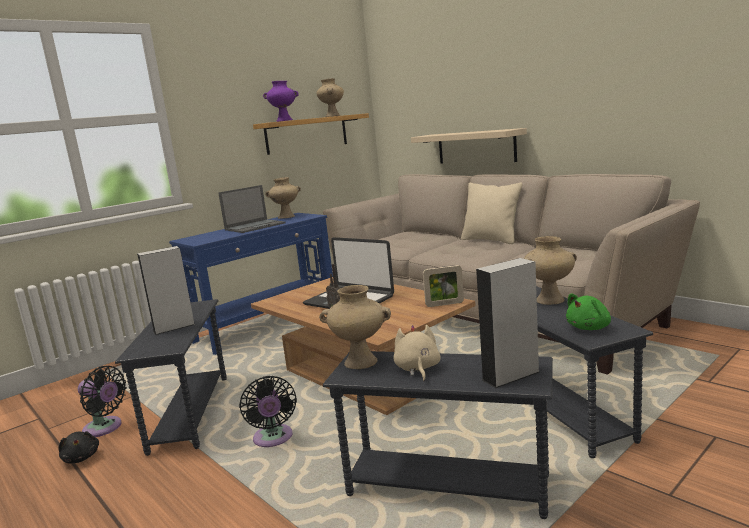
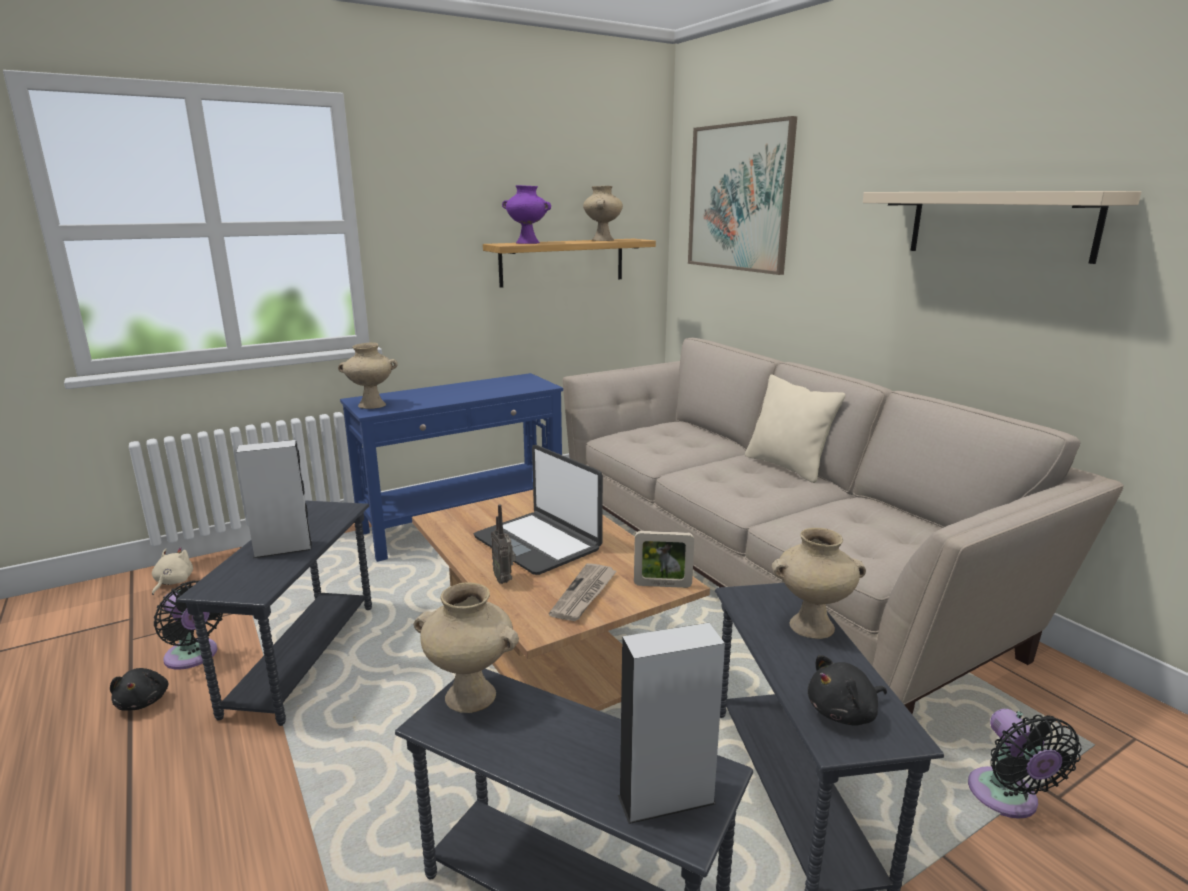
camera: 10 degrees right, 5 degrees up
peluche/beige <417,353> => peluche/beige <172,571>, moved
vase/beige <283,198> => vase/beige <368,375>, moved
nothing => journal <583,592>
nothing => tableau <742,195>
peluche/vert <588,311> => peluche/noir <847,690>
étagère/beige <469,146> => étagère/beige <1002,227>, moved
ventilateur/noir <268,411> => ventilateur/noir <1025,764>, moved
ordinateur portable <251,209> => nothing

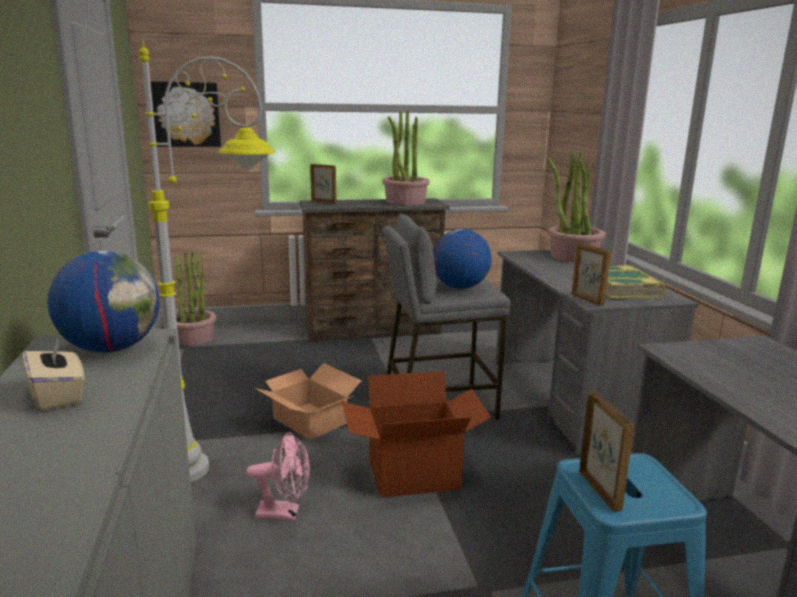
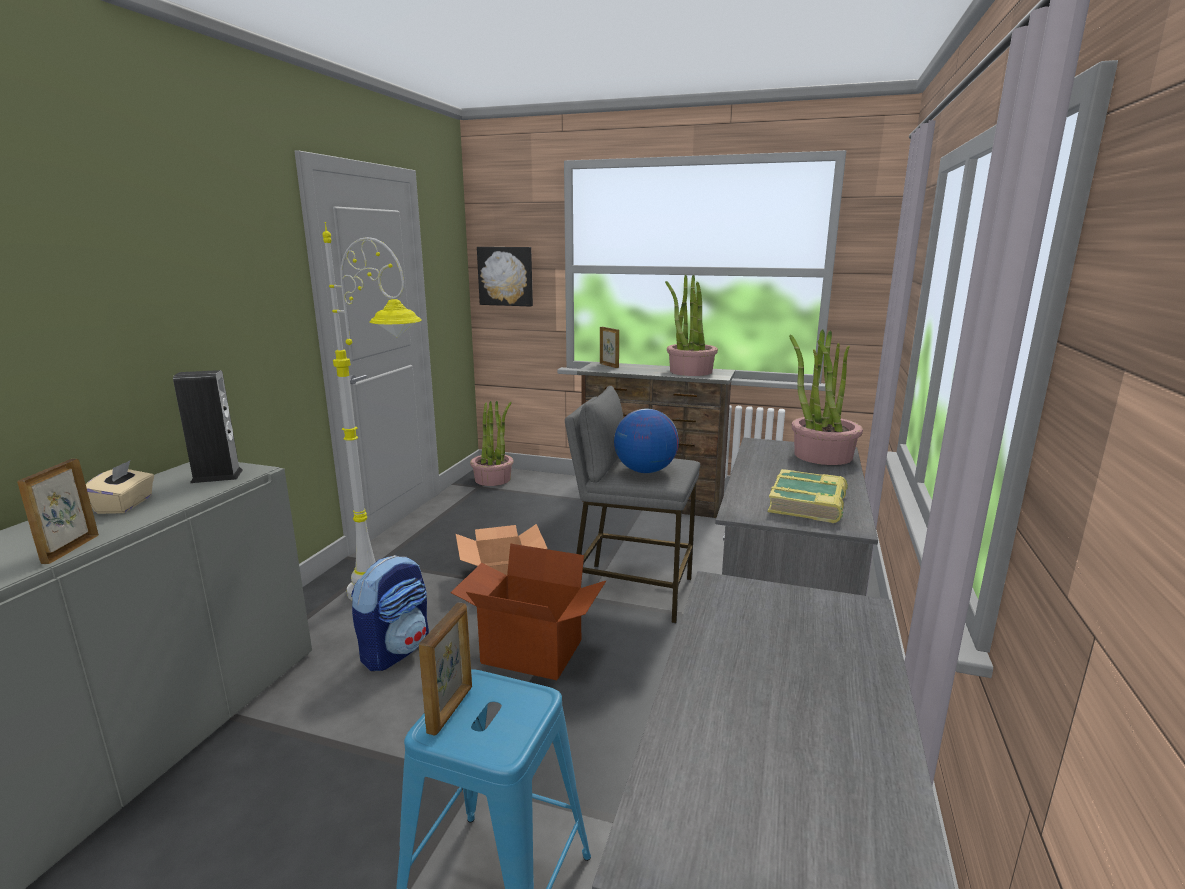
camera: 30 degrees right, 0 degrees up
cadre photo <591,274> => cadre photo <58,511>, moved
globe <103,302> => enceinte <208,426>
ventilateur/rose <278,476> => sac à dos <390,613>

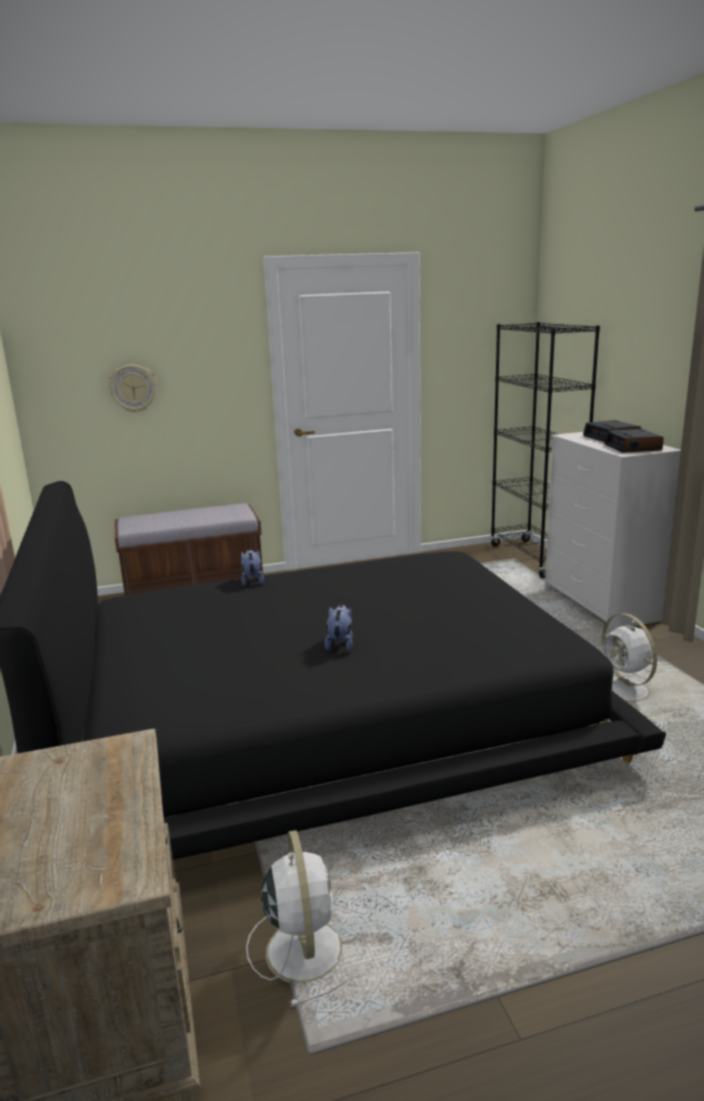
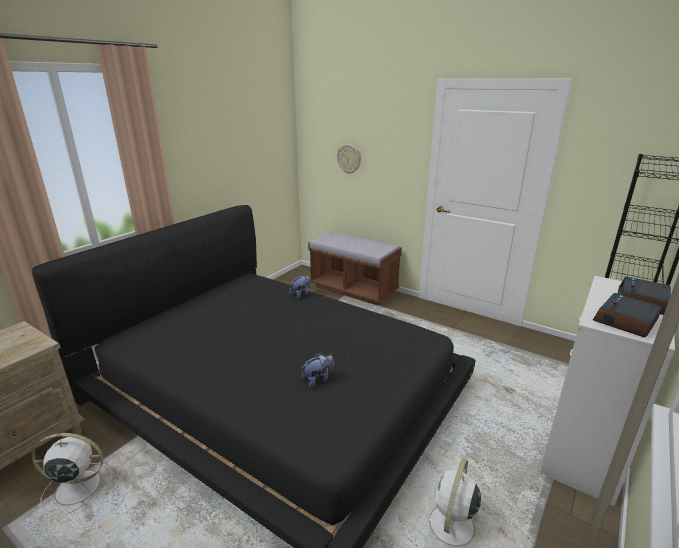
camera: 50 degrees right, 5 degrees up
ventilateur/blanc <302,918> => ventilateur/blanc <72,474>, 135 degrees counterclockwise
peluche <339,627> => peluche <317,370>, moved

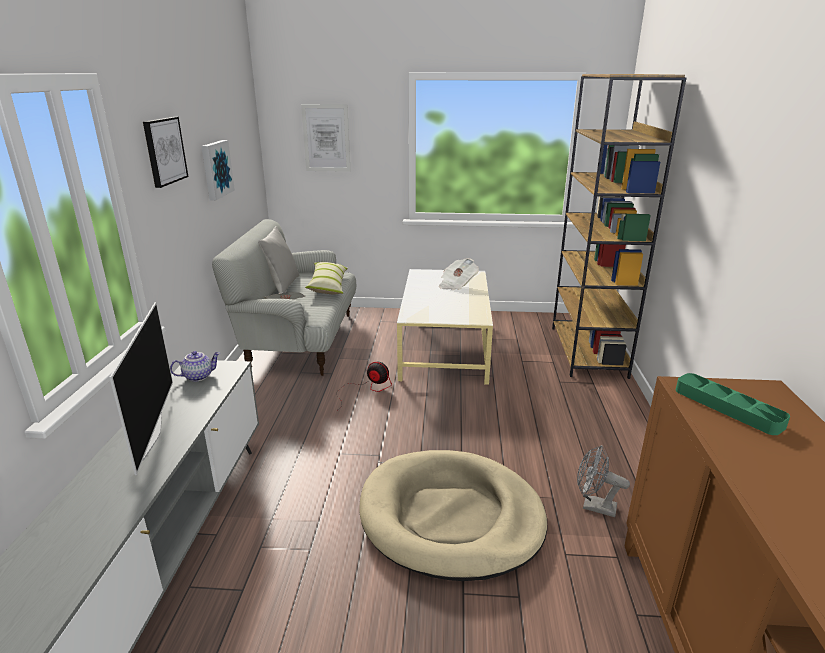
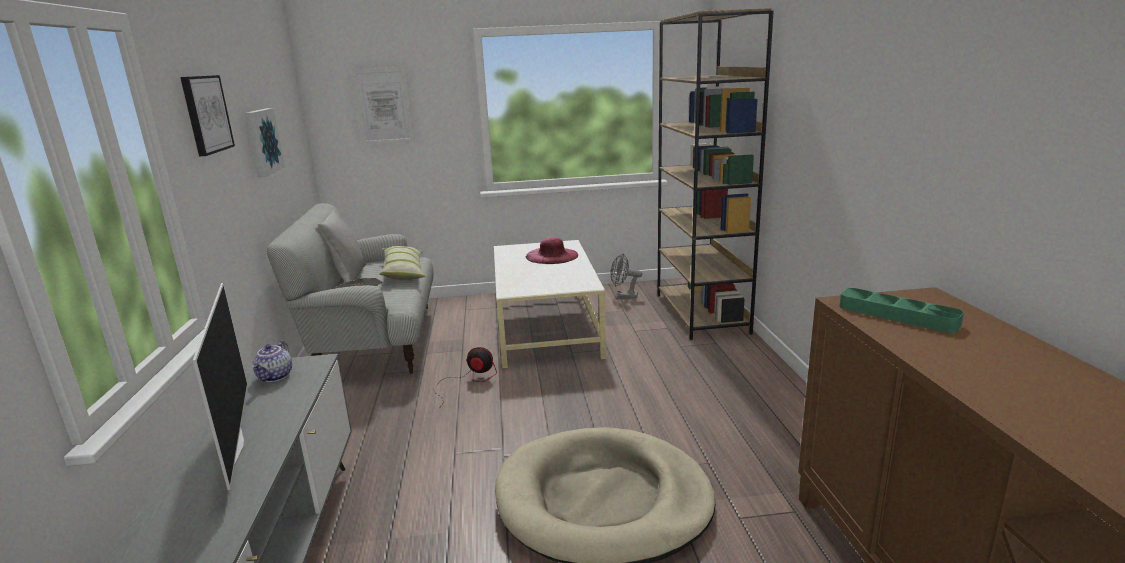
camera: 10 degrees left, 5 degrees down
théière <195,366> => théière <272,361>, 135 degrees clockwise
journal <459,274> => chapeau/rose <552,250>
ventilateur/gris <603,481> => ventilateur/gris <626,275>, moved

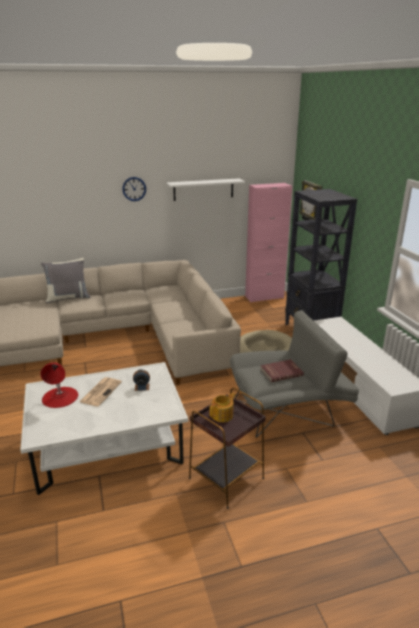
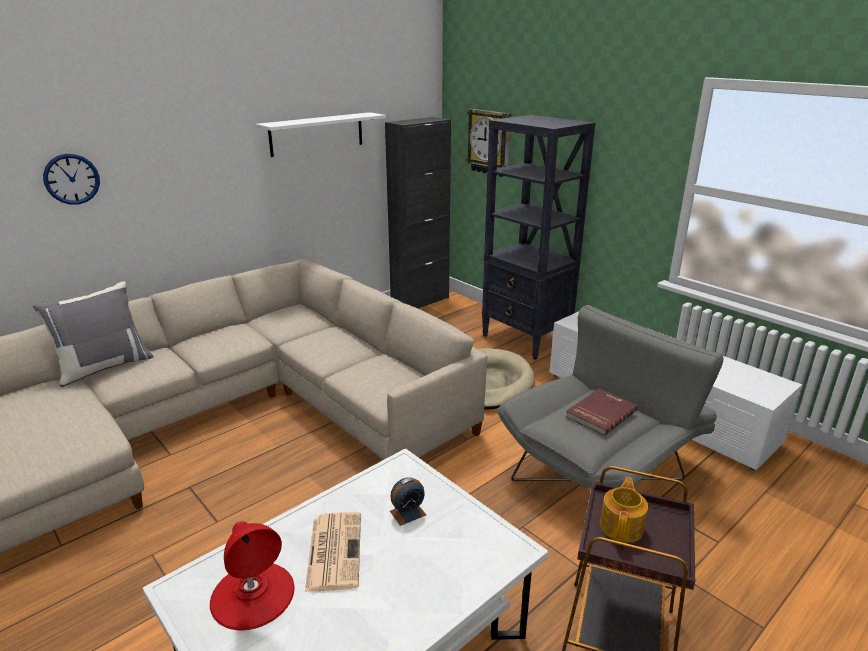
camera: 25 degrees left, 0 degrees up
horloge murale <134,189> => horloge murale <71,179>, moved
meuble de rangement/rose <268,243> => meuble de rangement/noir <418,212>

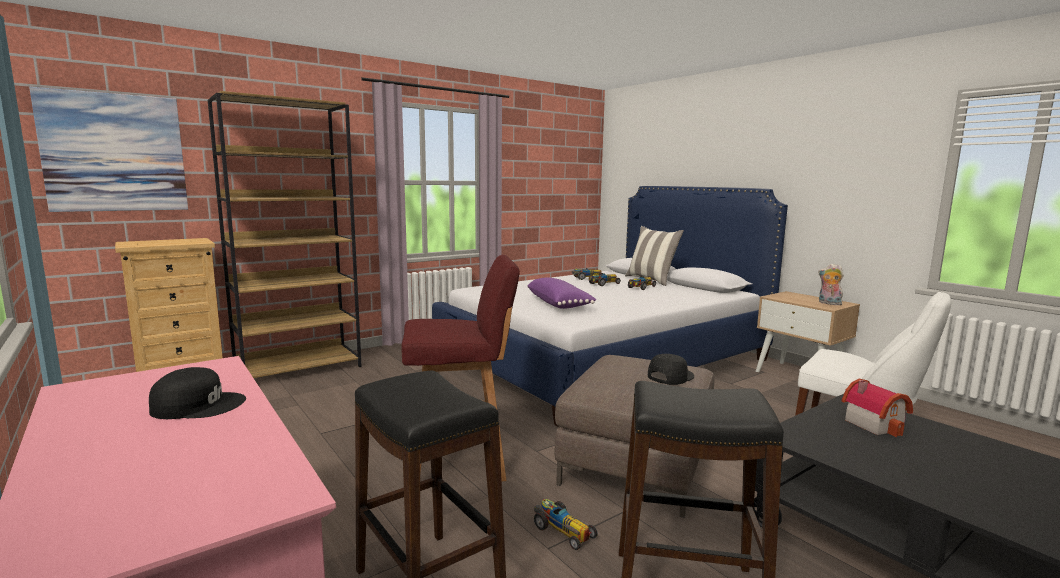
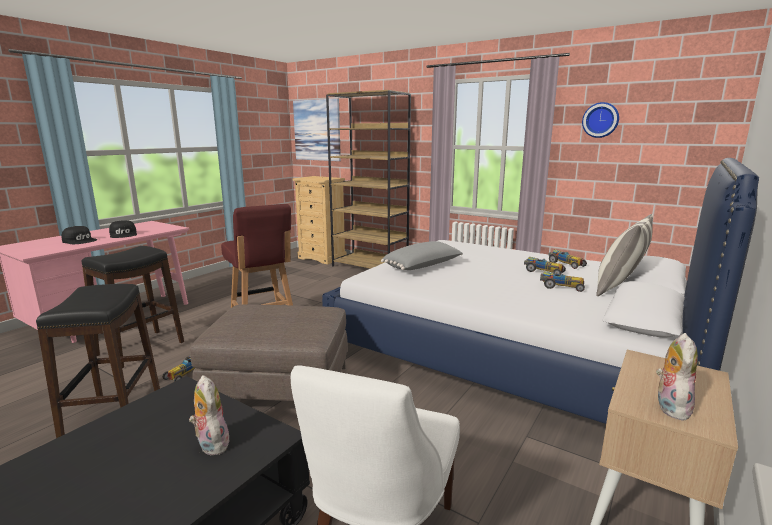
camera: 70 degrees right, 5 degrees up
casquette/noir <671,369> => casquette/noir <79,235>, moved
maison miniature <877,408> => peluche <209,415>
coussin/violet <561,293> => coussin/gris <422,255>
nothing => horloge murale <600,120>

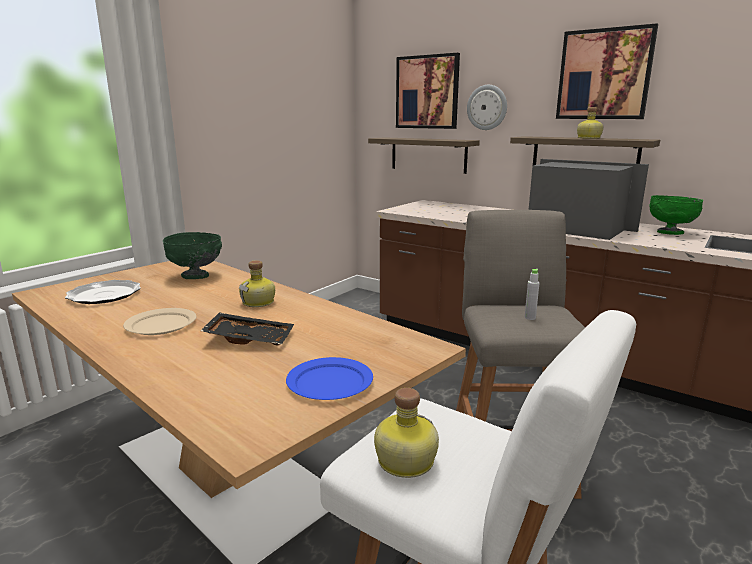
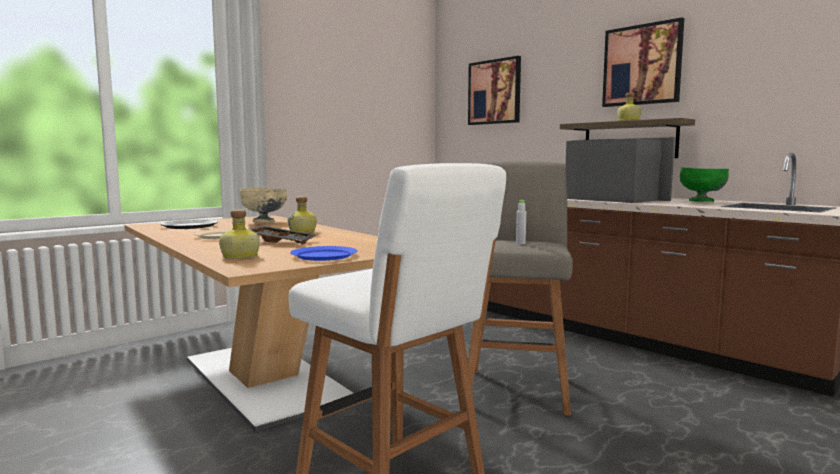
camera: 10 degrees right, 10 degrees down
bouteille <406,433> => bouteille <239,234>, moved
bol/vert <192,255> => bol/beige <263,205>
étagère <424,155> => nothing
horloge murale <487,107> => nothing

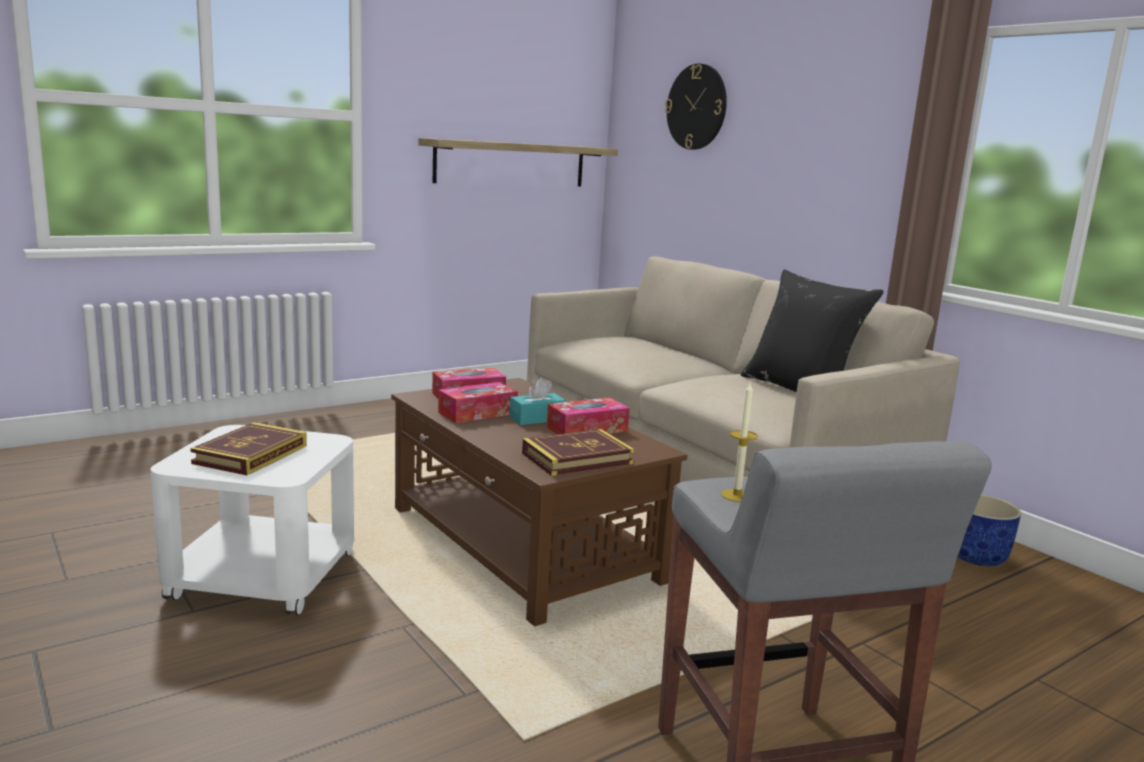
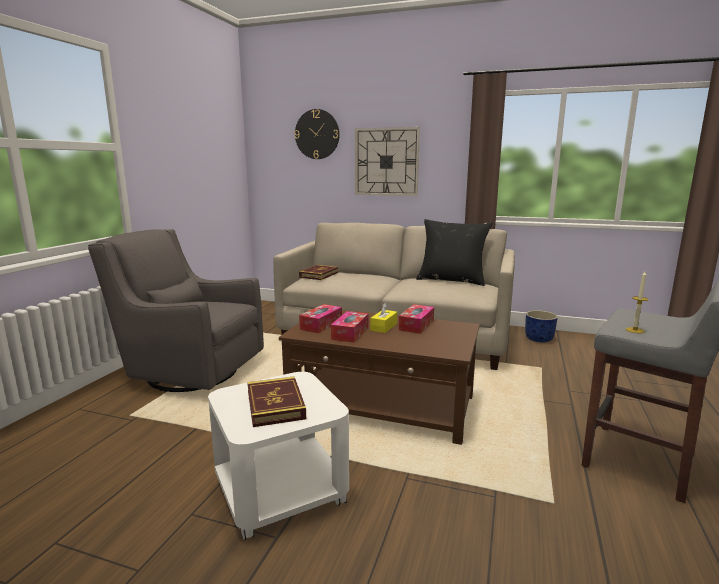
camera: 35 degrees left, 0 degrees up
nothing => fauteuil/gris <176,310>
livre <578,452> => livre <319,272>, moved
nothing => horloge murale <387,161>
boîte à mouchoirs/turquoise <538,402> => boîte à mouchoirs/jaune <383,317>
étagère <518,162> => nothing

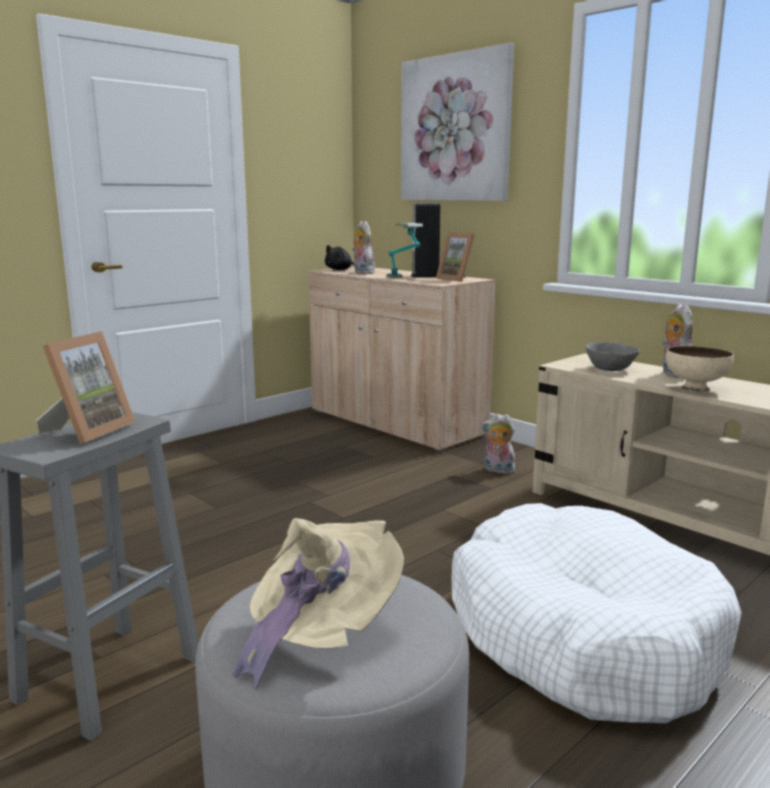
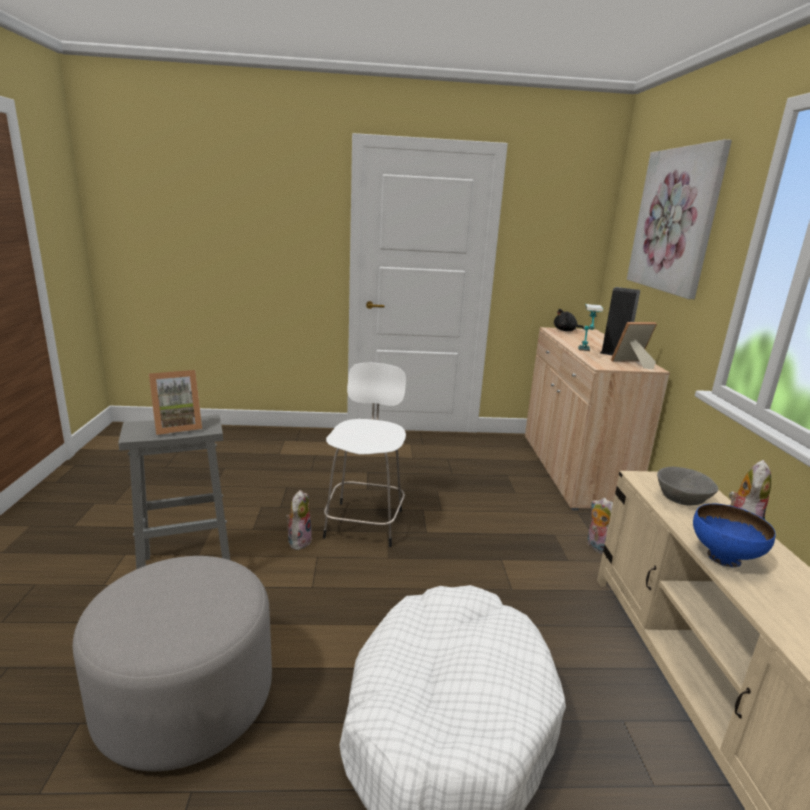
camera: 40 degrees right, 5 degrees up
peluche <363,247> => peluche <299,520>, moved
nothing => tabouret/blanc <364,455>
cadre photo <455,257> => cadre photo <634,345>, 75 degrees clockwise
bol/beige <700,369> => bol/bleu <734,535>
chapeau/beige <318,604> => nothing

